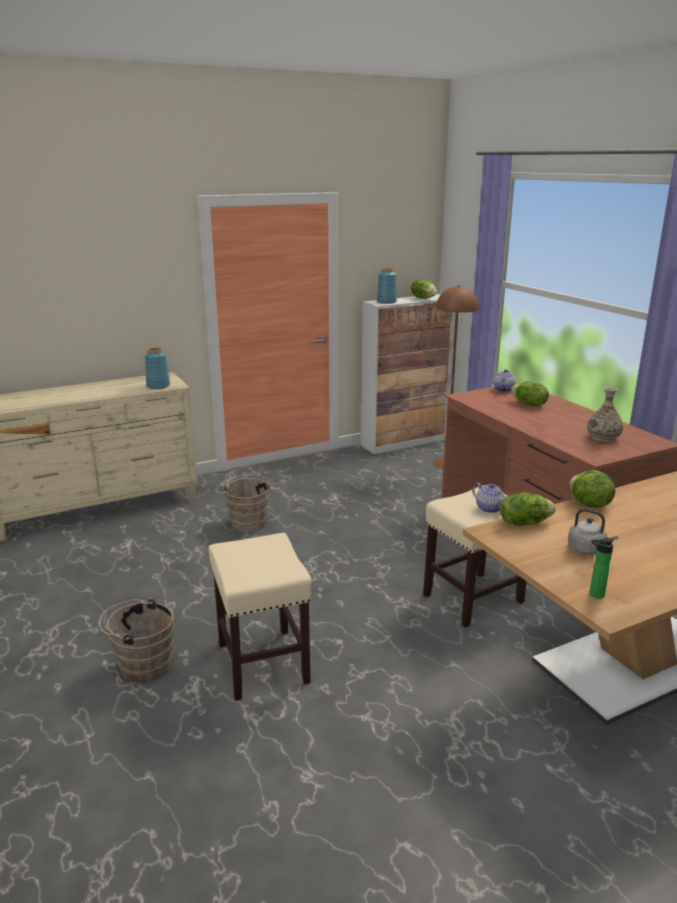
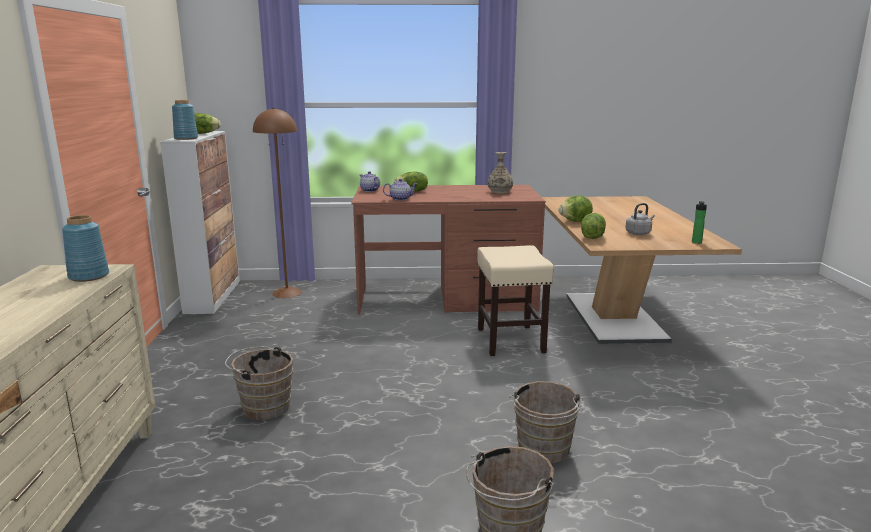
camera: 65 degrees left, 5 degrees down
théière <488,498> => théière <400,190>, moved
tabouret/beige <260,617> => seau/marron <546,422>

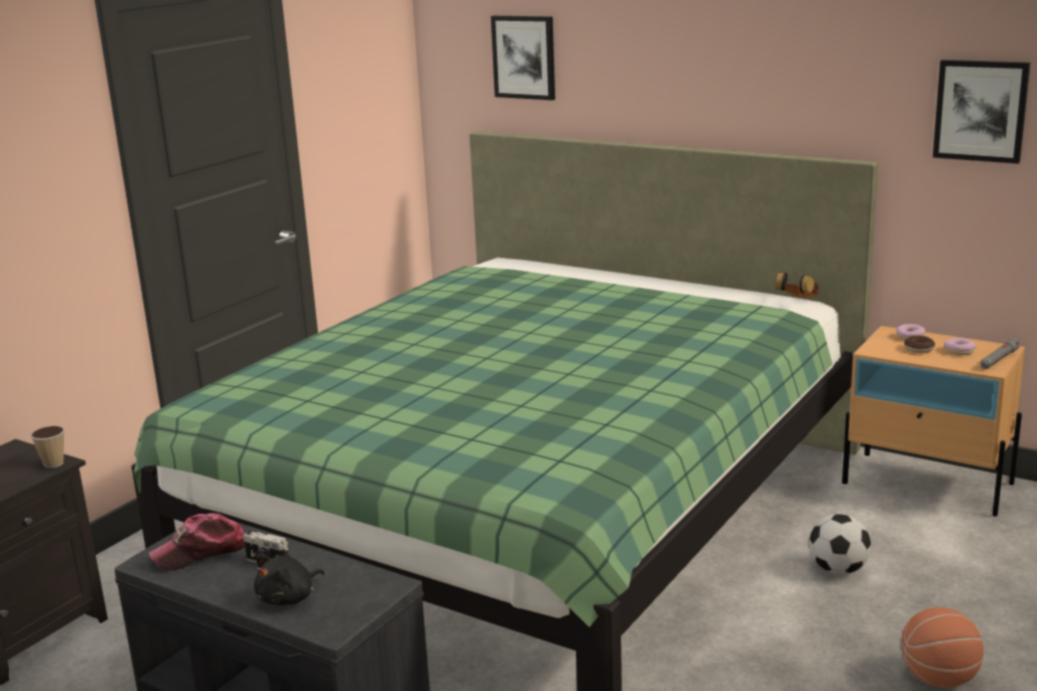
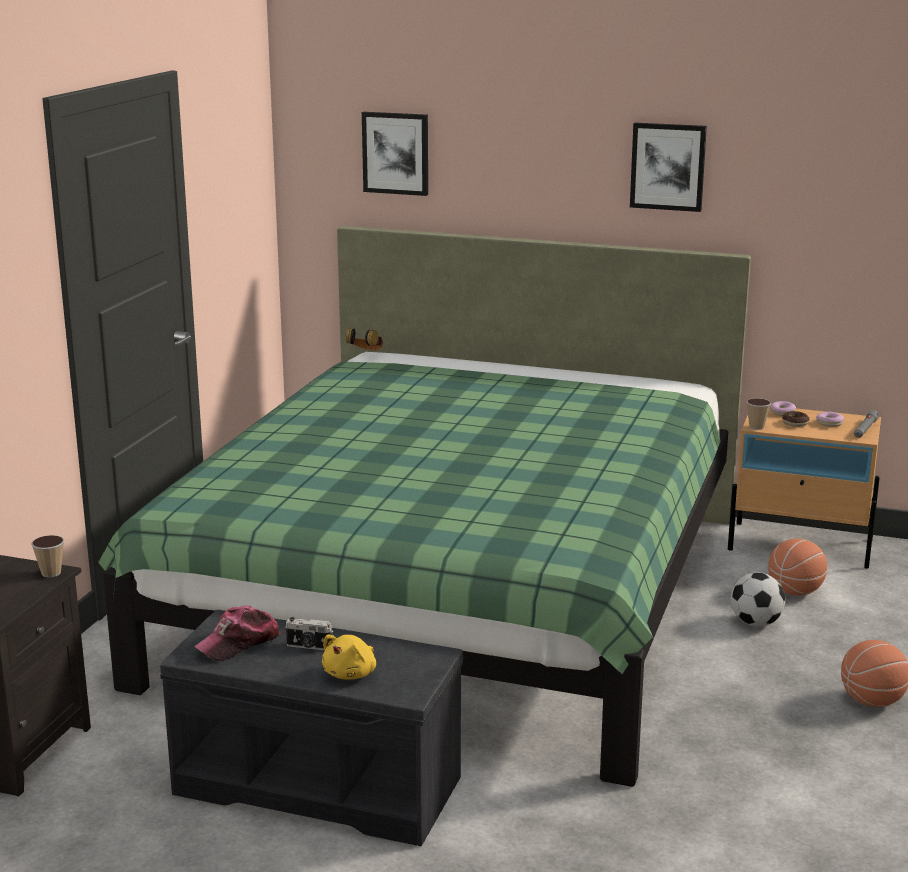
camera: 15 degrees left, 0 degrees up
peluche/noir <289,579> => peluche/jaune <349,657>
casque audio <797,285> => casque audio <364,339>, moved
tableau <981,112> => tableau <668,167>, moved
nothing => tasse <758,414>
nothing => ballon de basket <797,567>

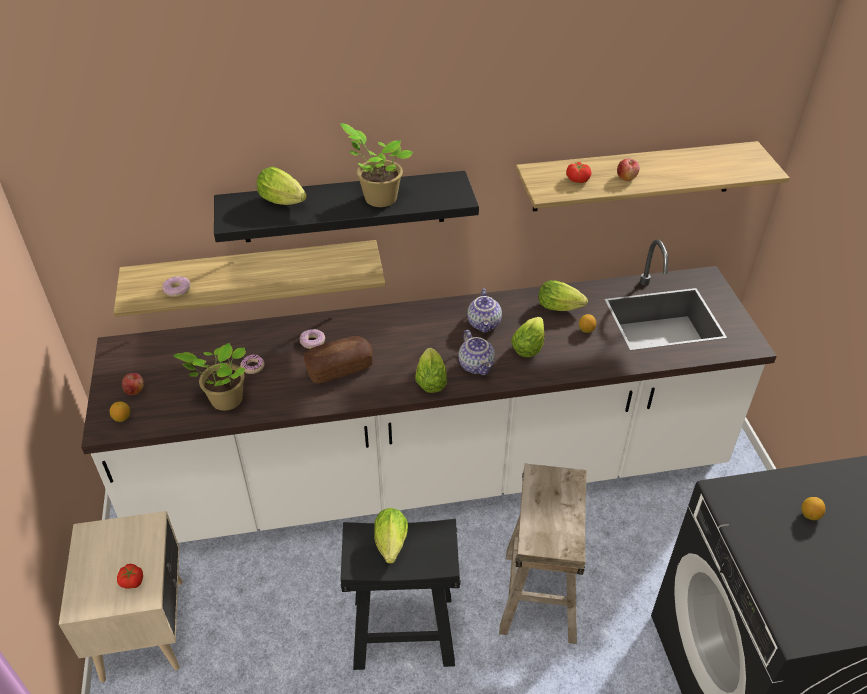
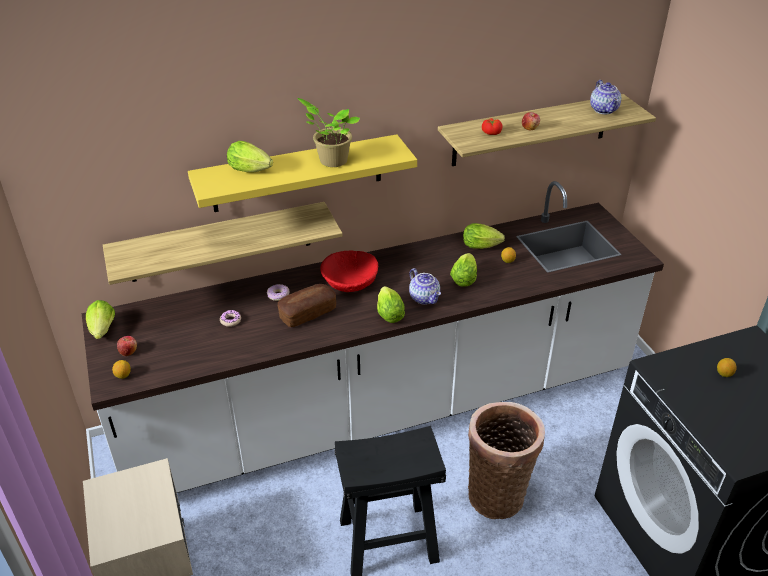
camera: 10 degrees left, 5 degrees down
laitue <391,535> => laitue <100,319>, moved
étagère/noir <346,206> => étagère/jaune <302,173>
nothing => bol/rouge <349,271>
tabouret/beige <543,554> => panier <506,460>
théière <484,310> => théière <605,97>, moved
tomate <130,576> => nothing
beignet <176,286> => nothing
plante en pot <210,377> => nothing

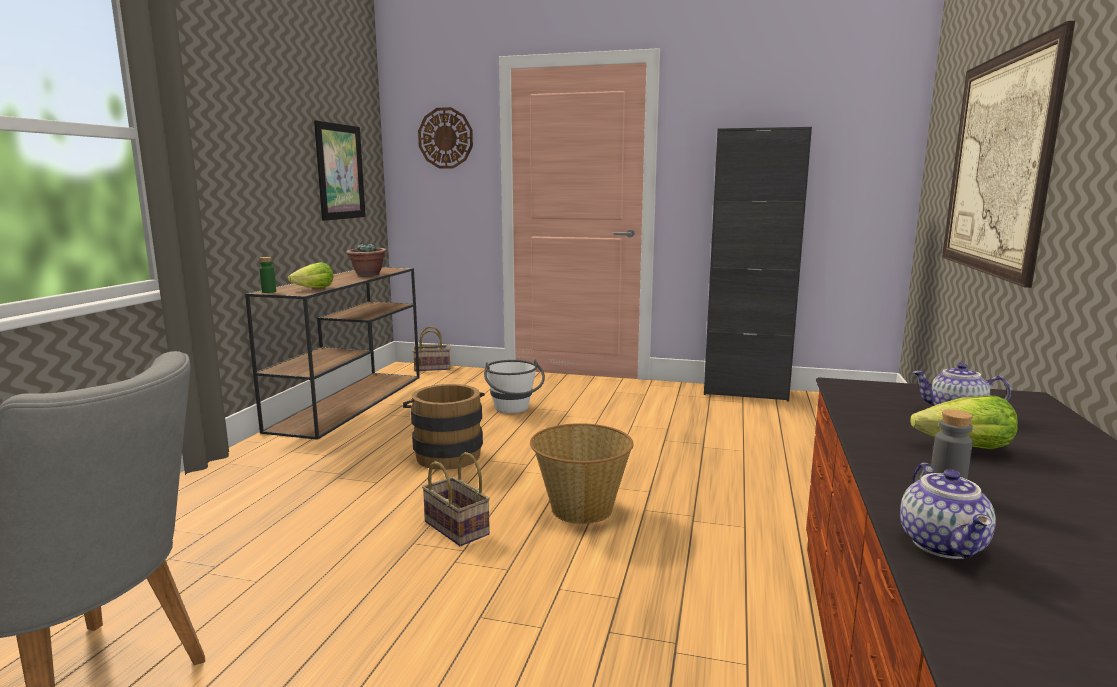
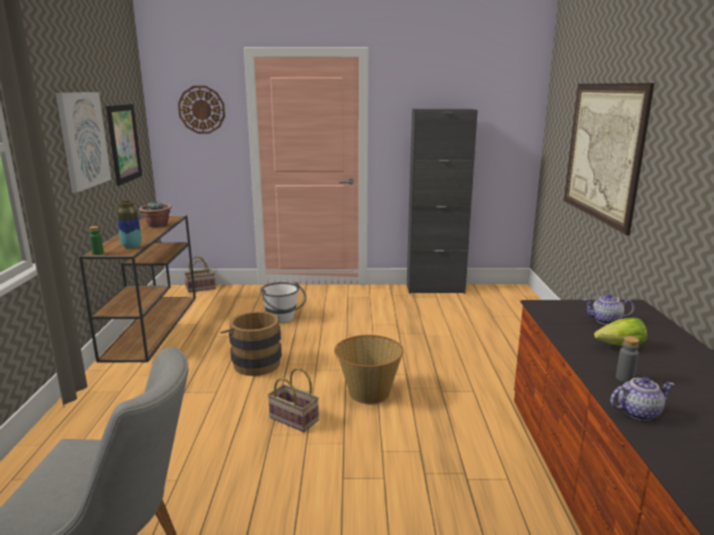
camera: 15 degrees left, 5 degrees up
nothing => tableau <83,142>
laitue <310,275> => vase <130,225>
théière <948,511> => théière <642,399>, 90 degrees counterclockwise

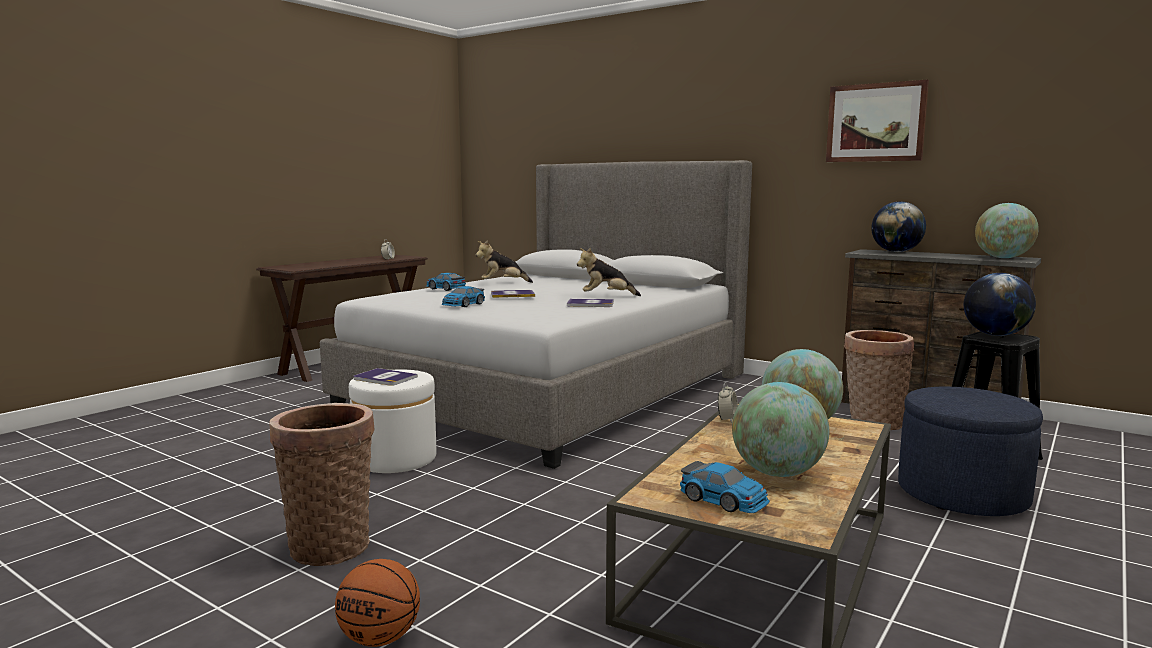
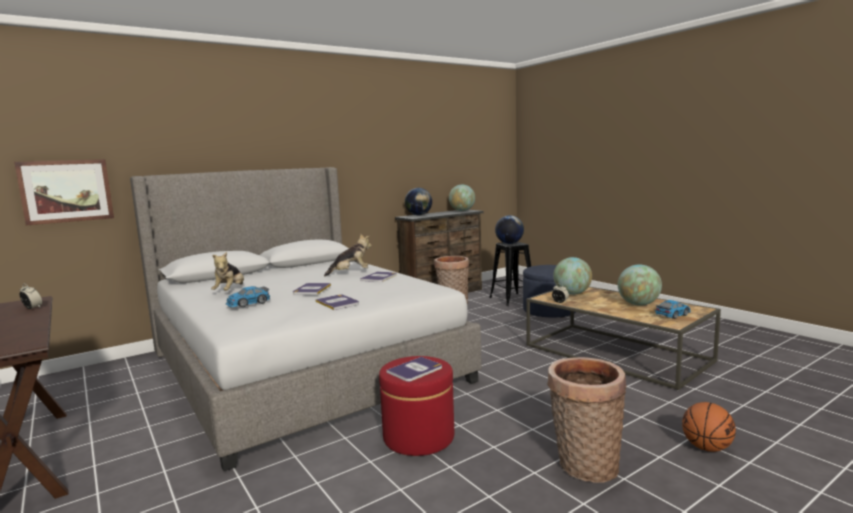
camera: 70 degrees left, 0 degrees up
tableau <877,120> => tableau <64,192>, moved
petite voiture <463,296> => livre <337,302>
peluche <609,271> => peluche <348,255>, 120 degrees counterclockwise
pouf/blanc <393,421> => pouf/rouge <416,406>

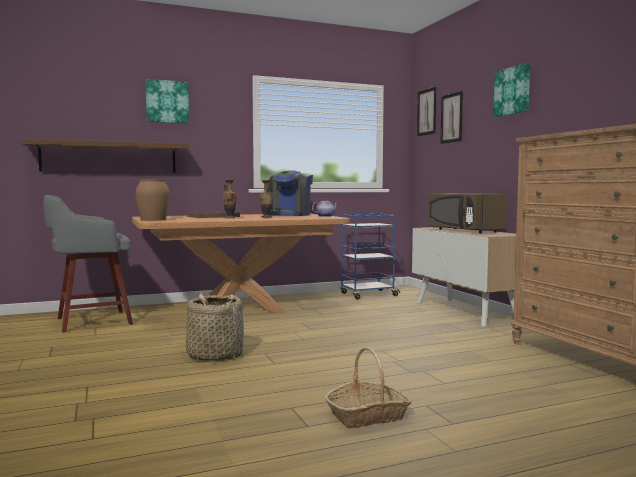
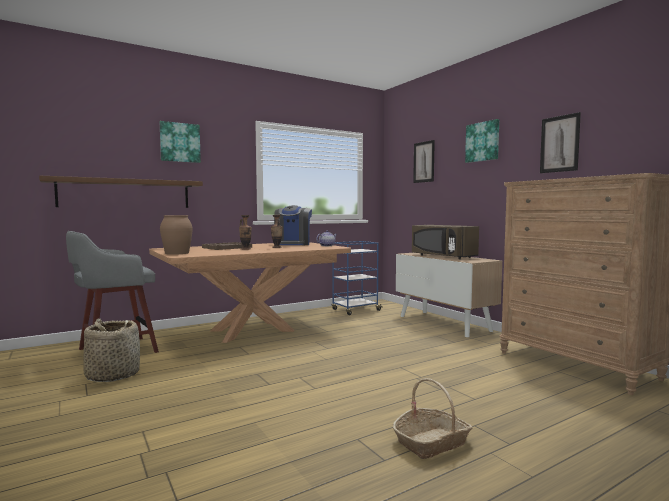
camera: 10 degrees left, 0 degrees up
panier <215,326> => panier <111,350>, moved
tableau <426,111> => tableau <560,142>, moved

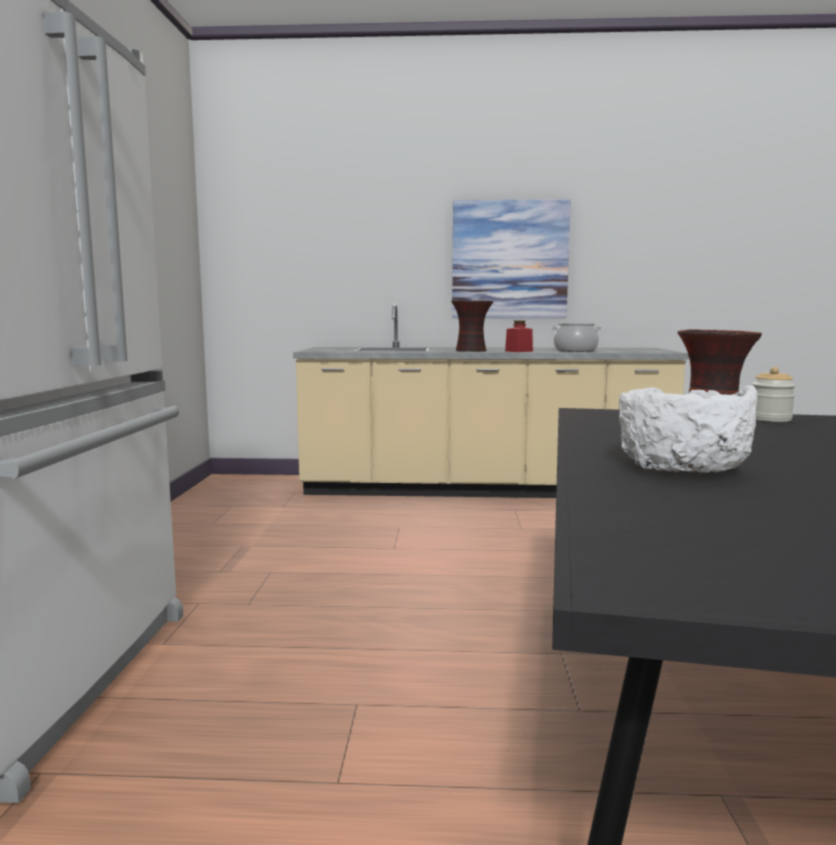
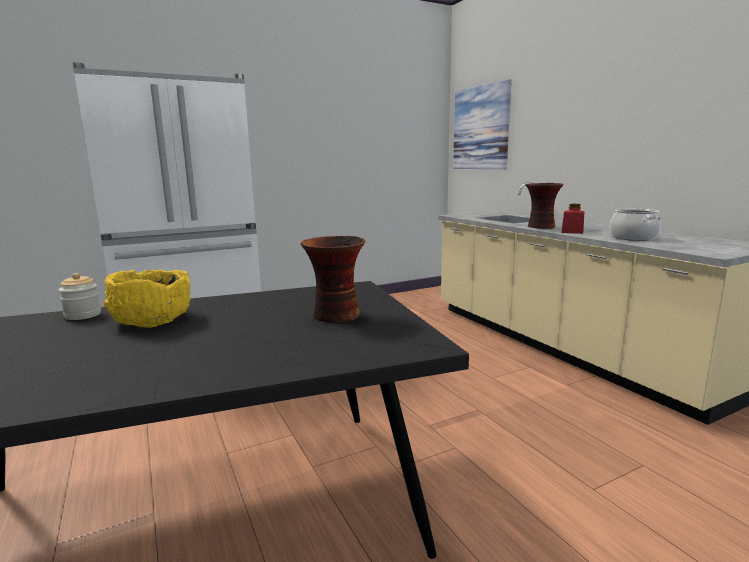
camera: 60 degrees right, 5 degrees up
bocal <774,394> => bocal <80,296>, moved
bol/blanc <688,429> => bol/jaune <147,299>
tableau <511,258> => tableau <482,124>, moved

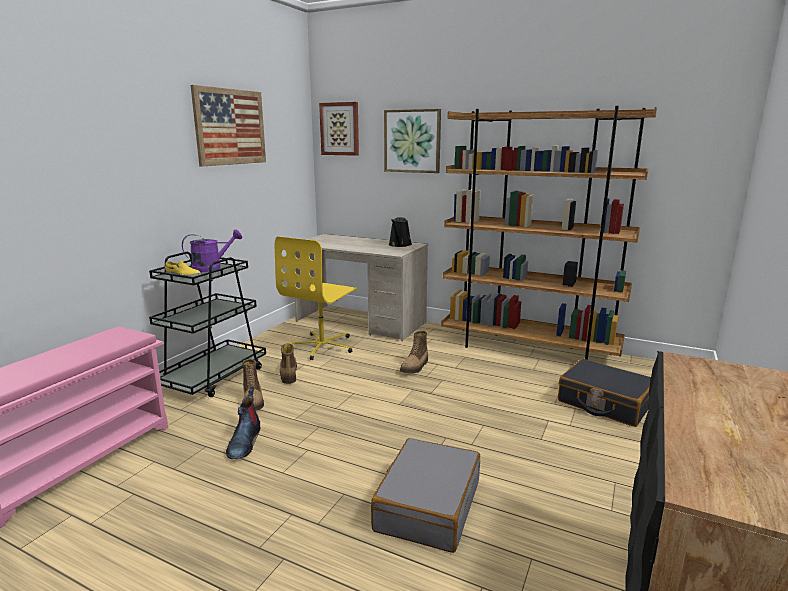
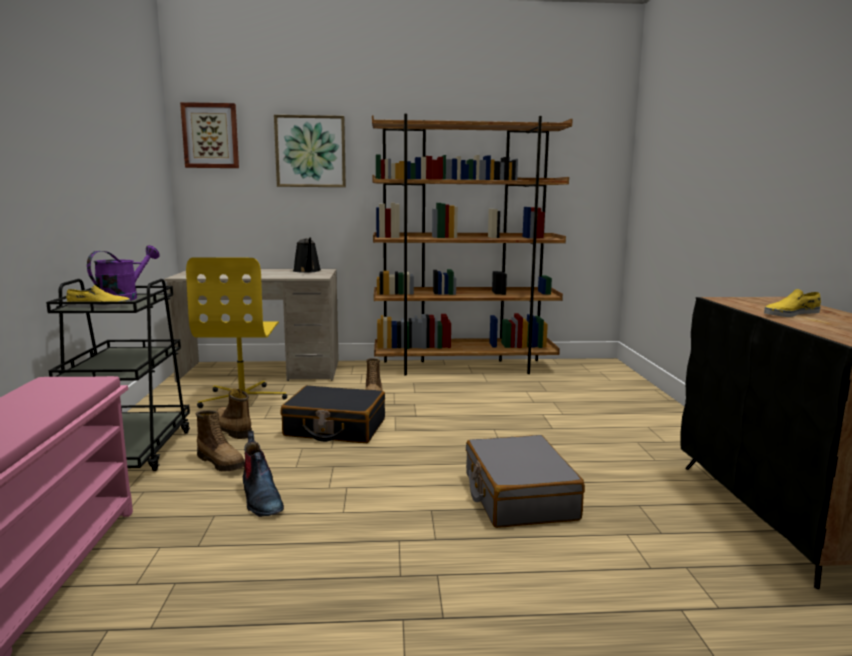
camera: 30 degrees left, 5 degrees down
valise/noir <604,393> => valise/noir <333,414>, moved
nothing => chaussure/jaune <792,303>
tableau <228,126> => nothing

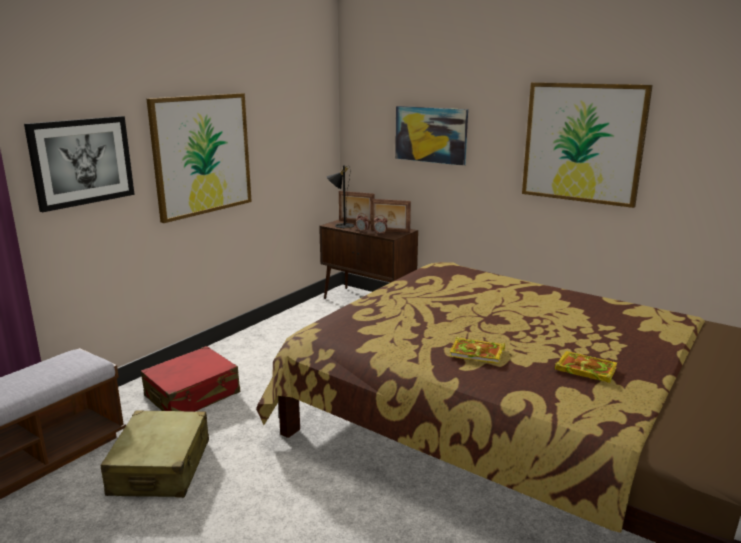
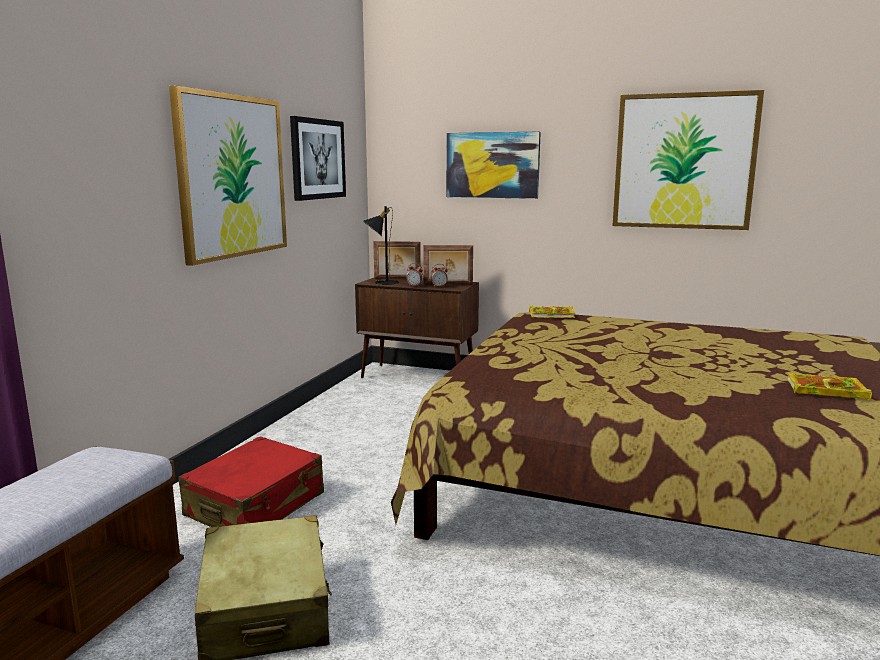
camera: 15 degrees left, 5 degrees down
tableau <79,164> => tableau <318,158>, moved
livre <477,350> => livre <552,311>, moved

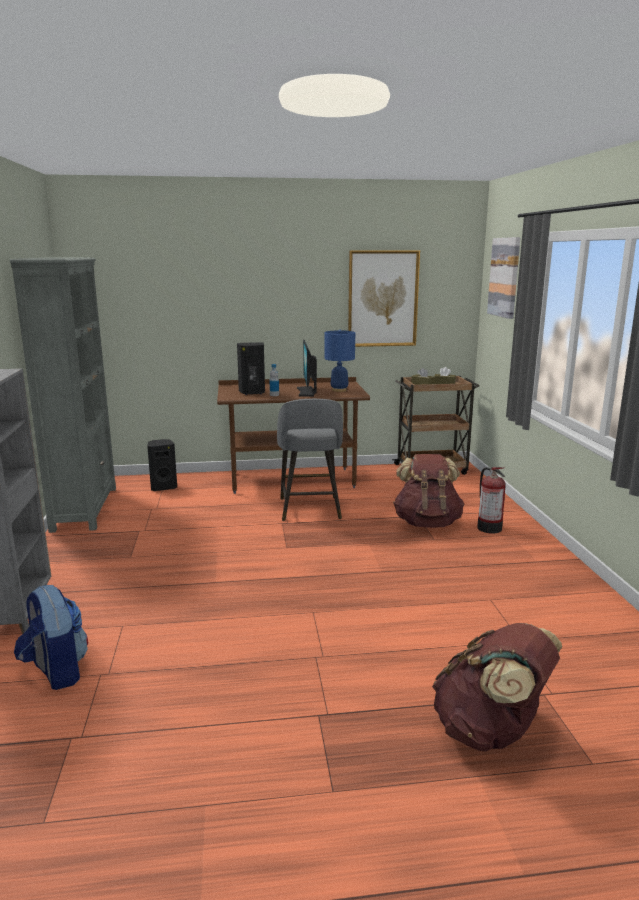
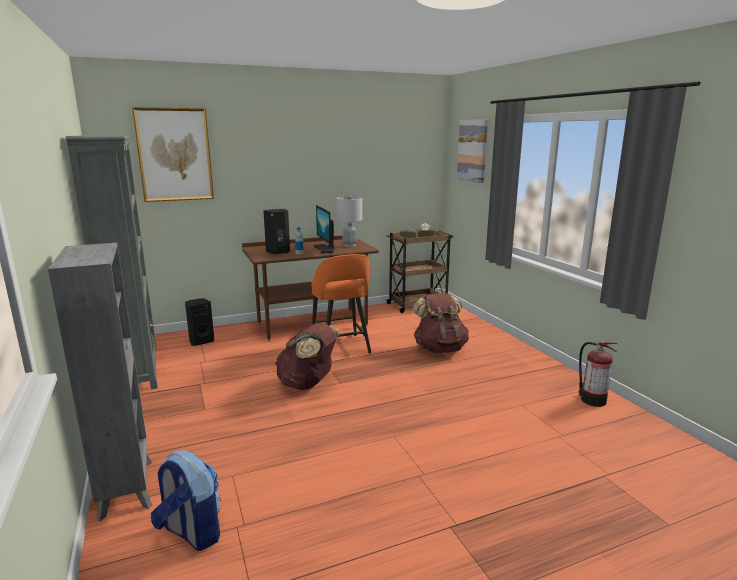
camera: 15 degrees left, 0 degrees up
tableau <384,298> => tableau <173,154>, moved
sac à dos/marron <497,687> => sac à dos/marron <307,356>, moved
tabouret/gris <310,460> => tabouret/orange <341,303>
lampe de table/bleu <339,361> => lampe de table/gris <349,221>
extincteur <491,500> => extincteur <598,374>, moved

